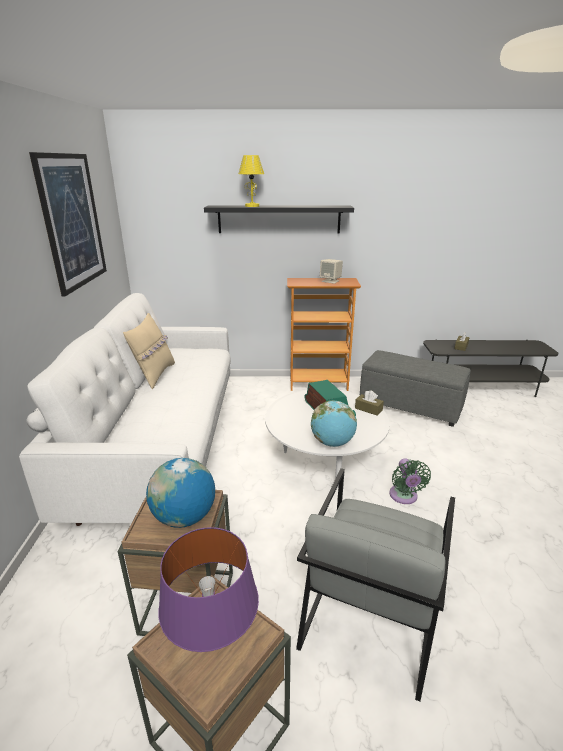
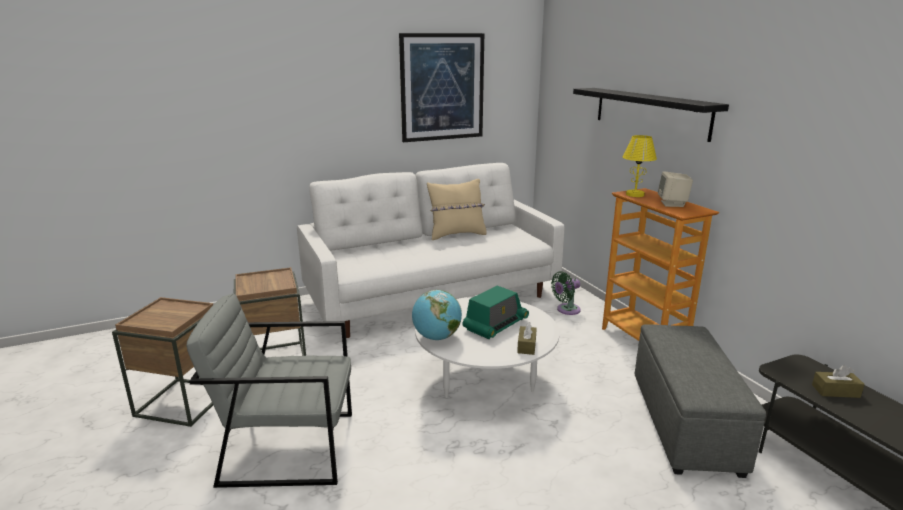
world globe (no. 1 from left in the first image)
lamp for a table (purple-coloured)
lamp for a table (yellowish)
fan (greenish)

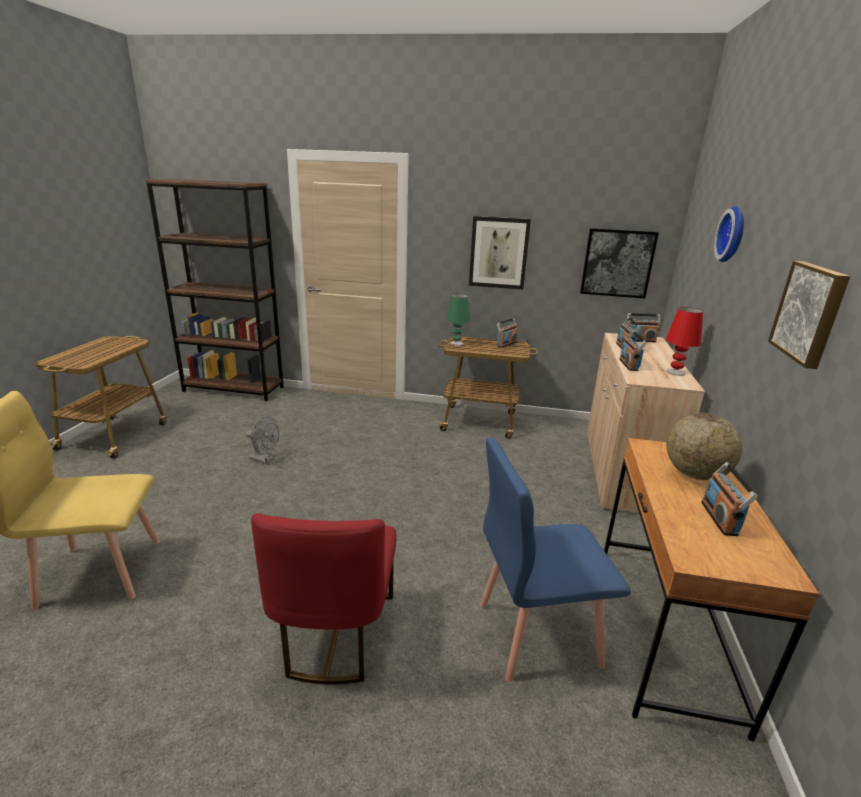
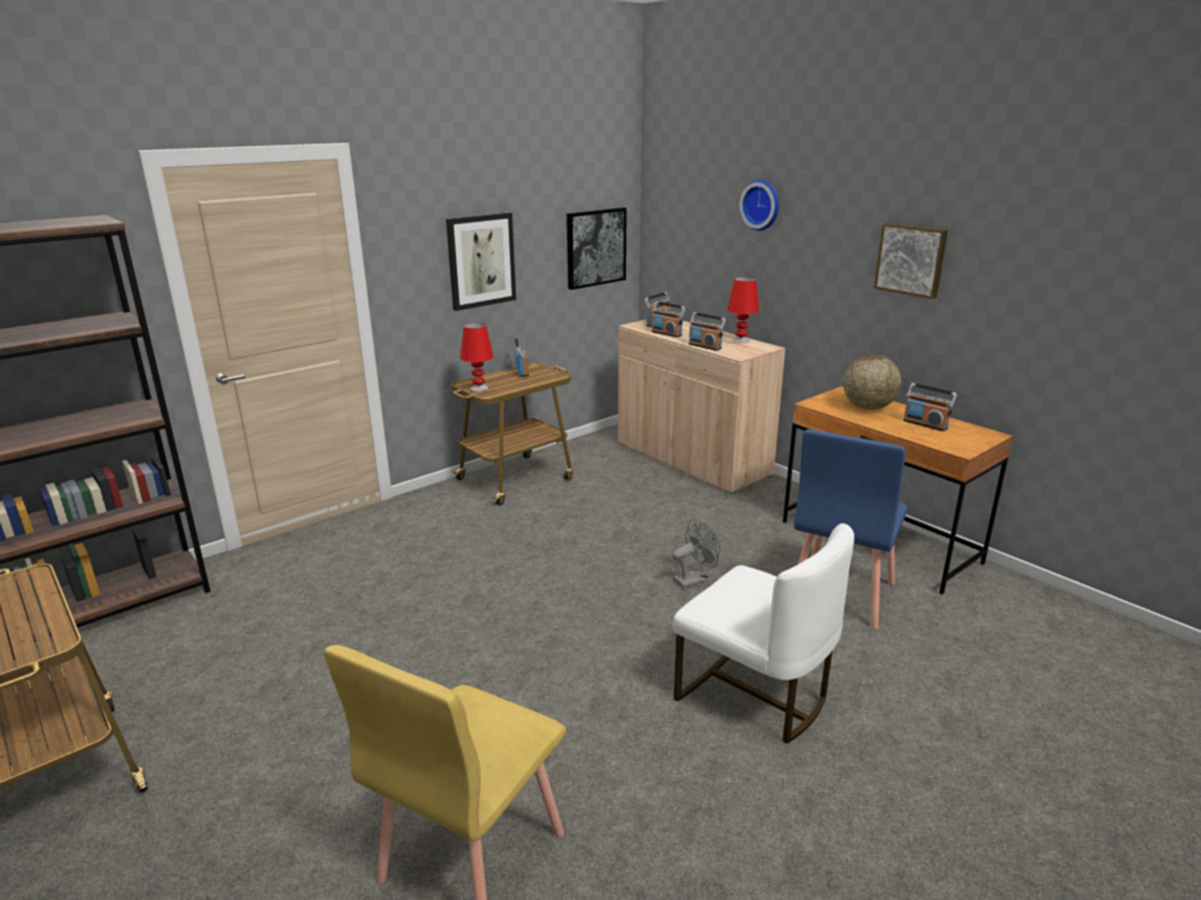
fan (gray)
upright chair (white-coloured)
lamp for a table (red-coloured) (no. 1 from left)

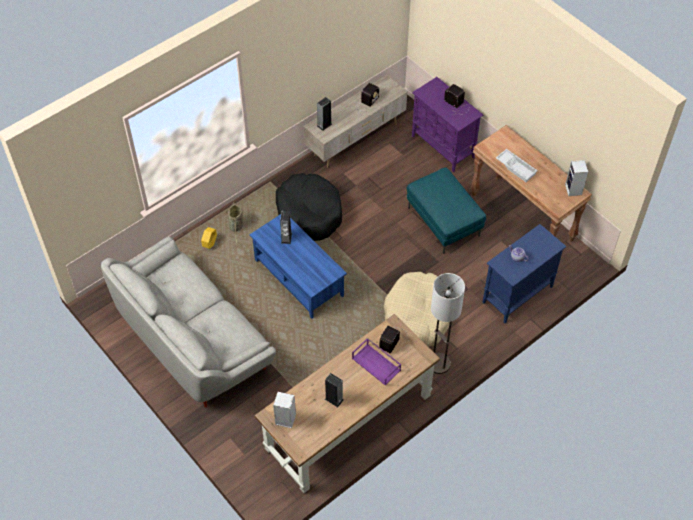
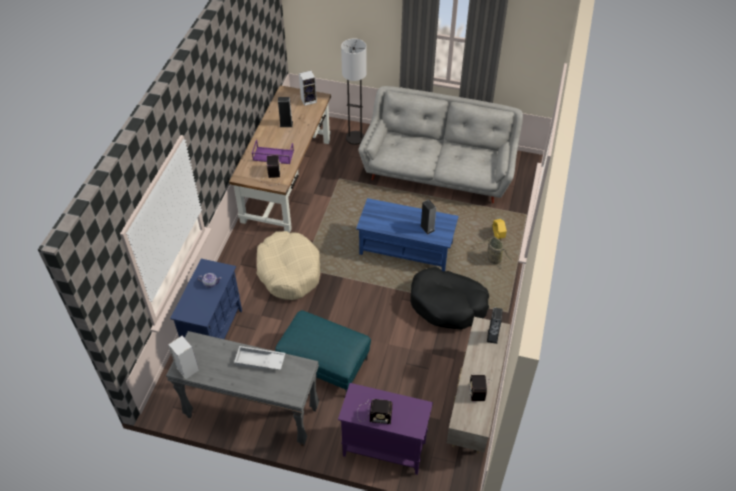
standard lamp
console table (gray)

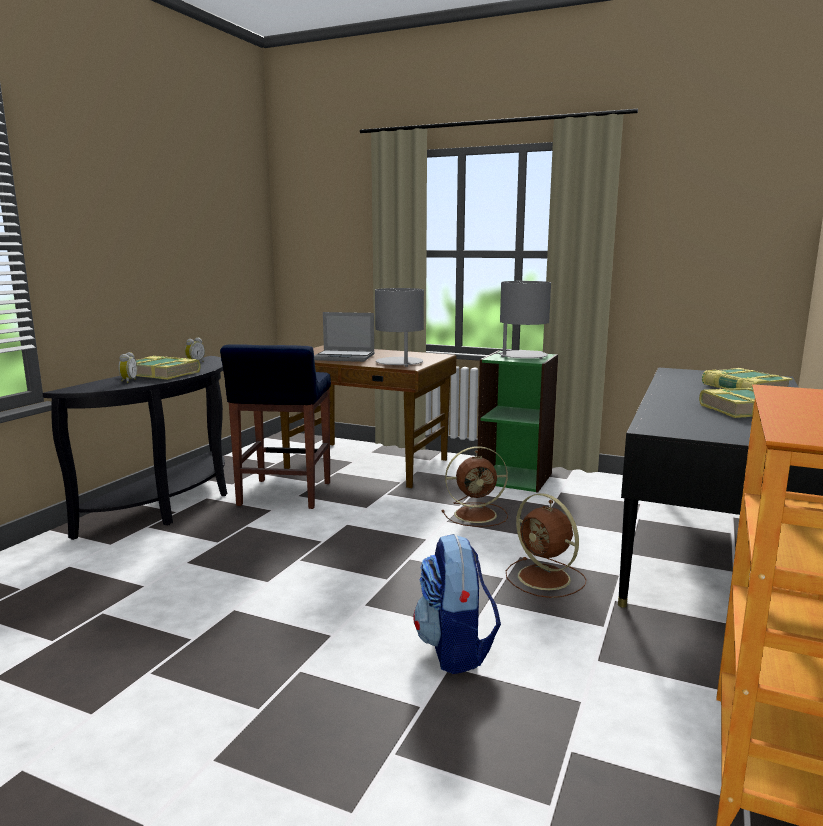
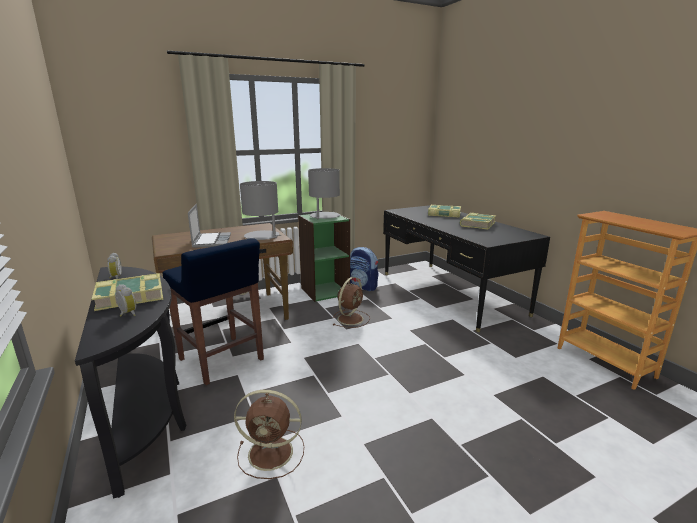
knapsack
fan (brown) (no. 1 from left)
notebook computer

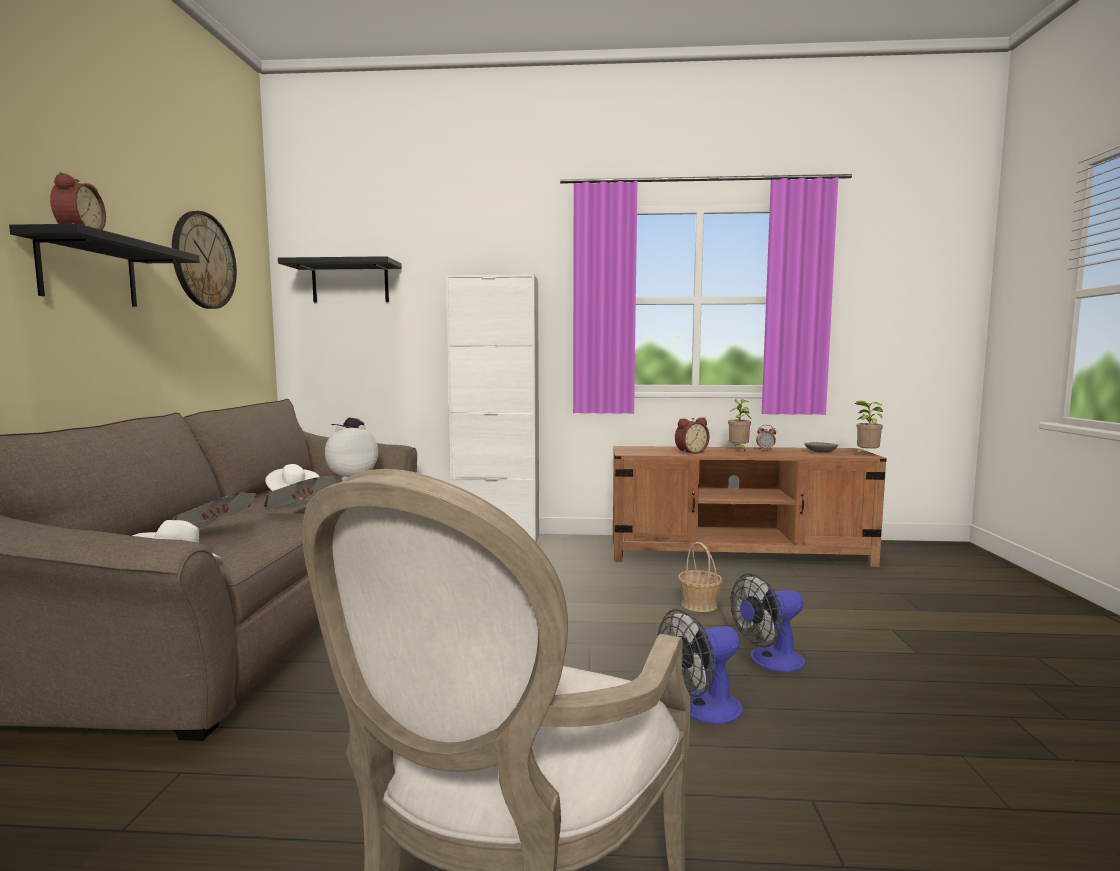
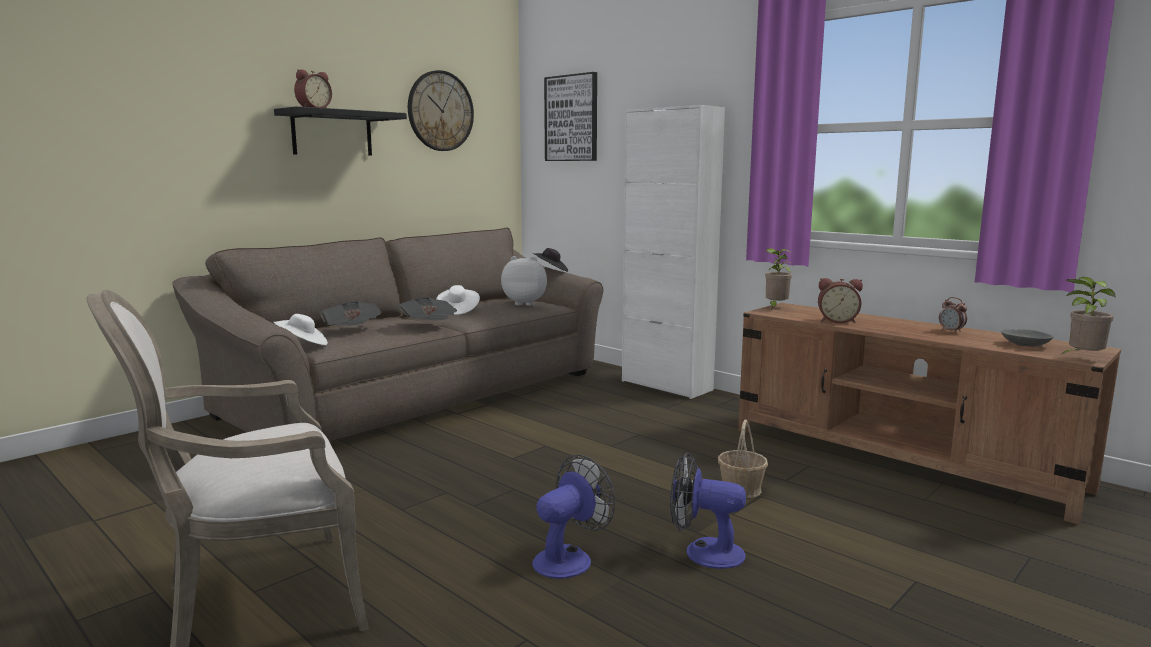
potted plant (no. 1 from left)
picture
fan (no. 1 from left)

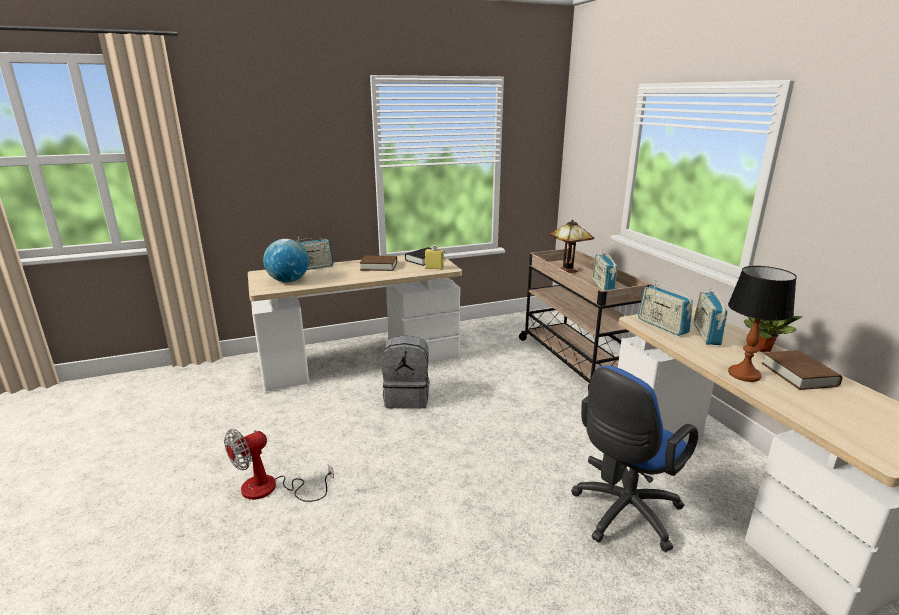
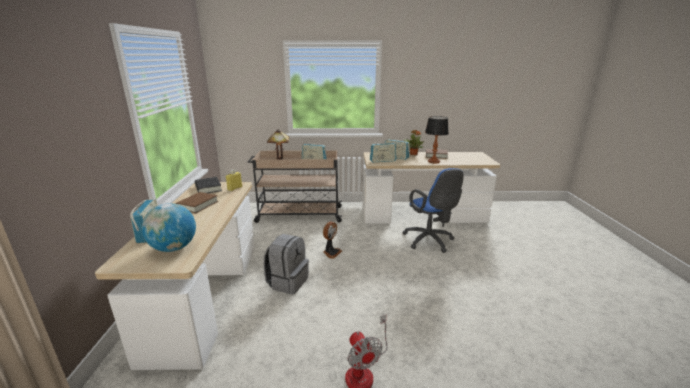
fan (no. 1 from left)

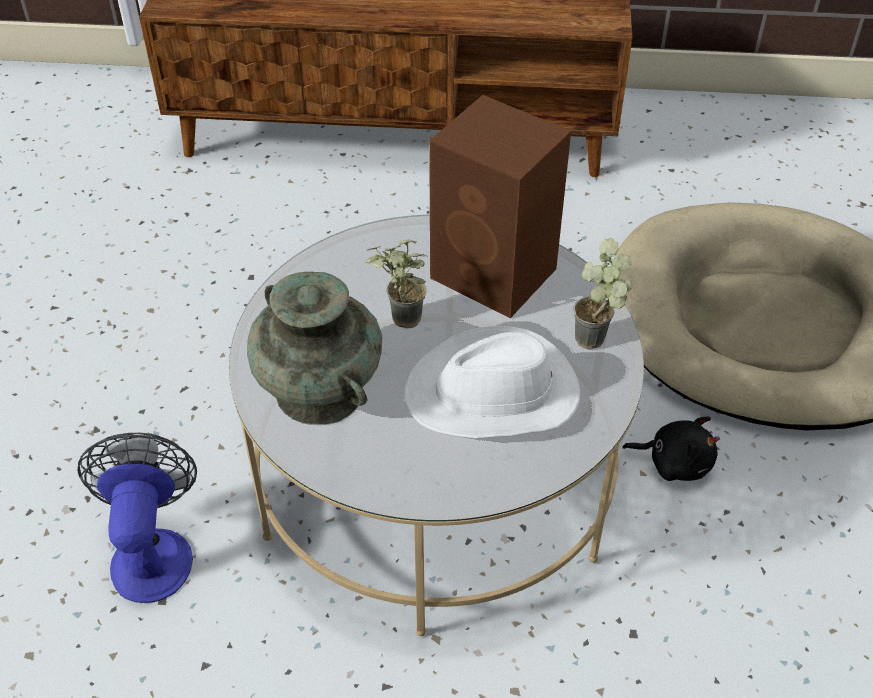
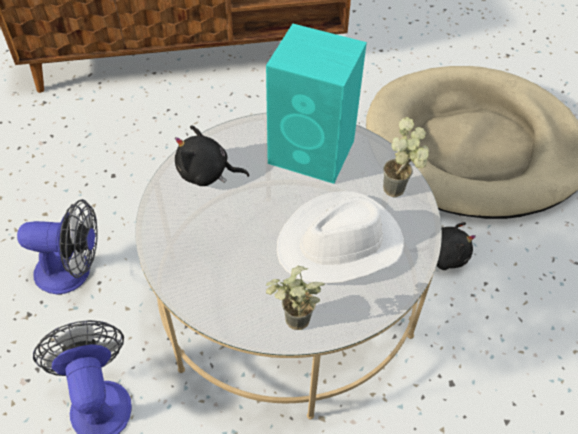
decorative vase (turquoise-coloured)
fan (no. 1 from left)
soft toy (black) (no. 1 from left)
potted plant (no. 1 from left)
audio speaker (turquoise-coloured)

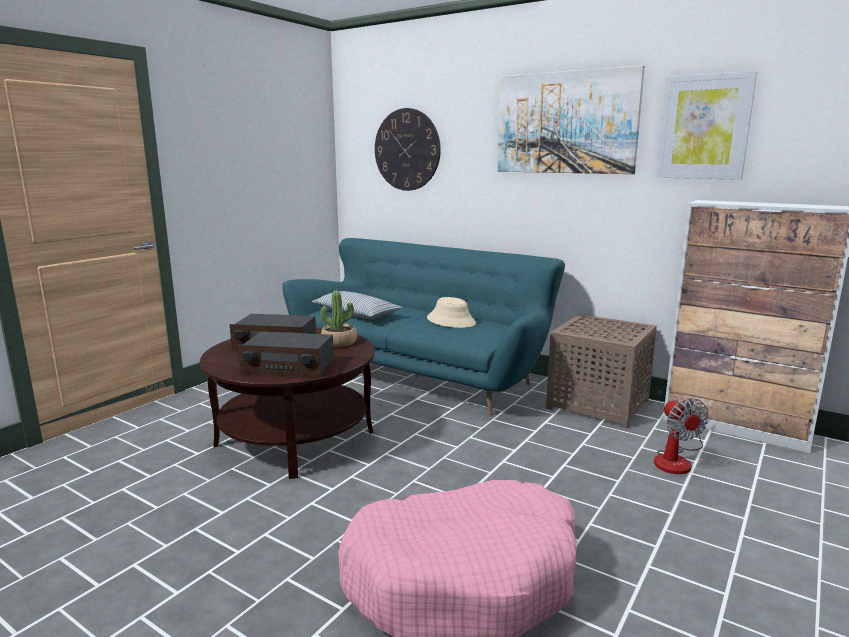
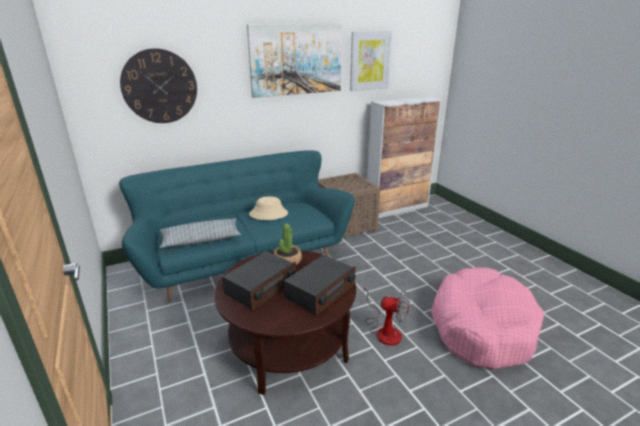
fan

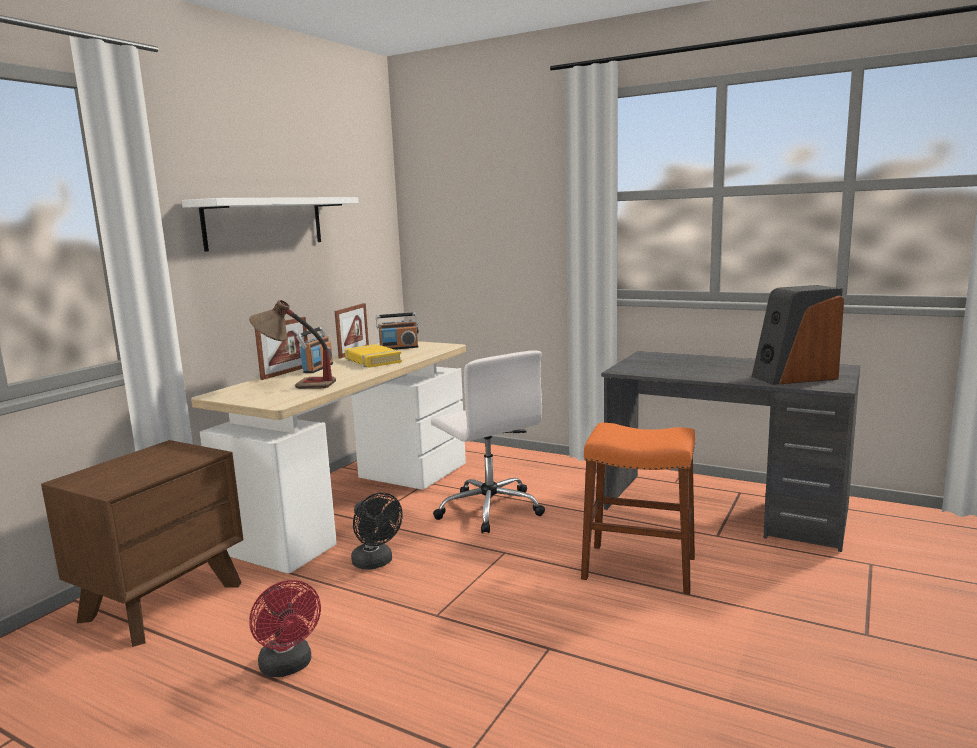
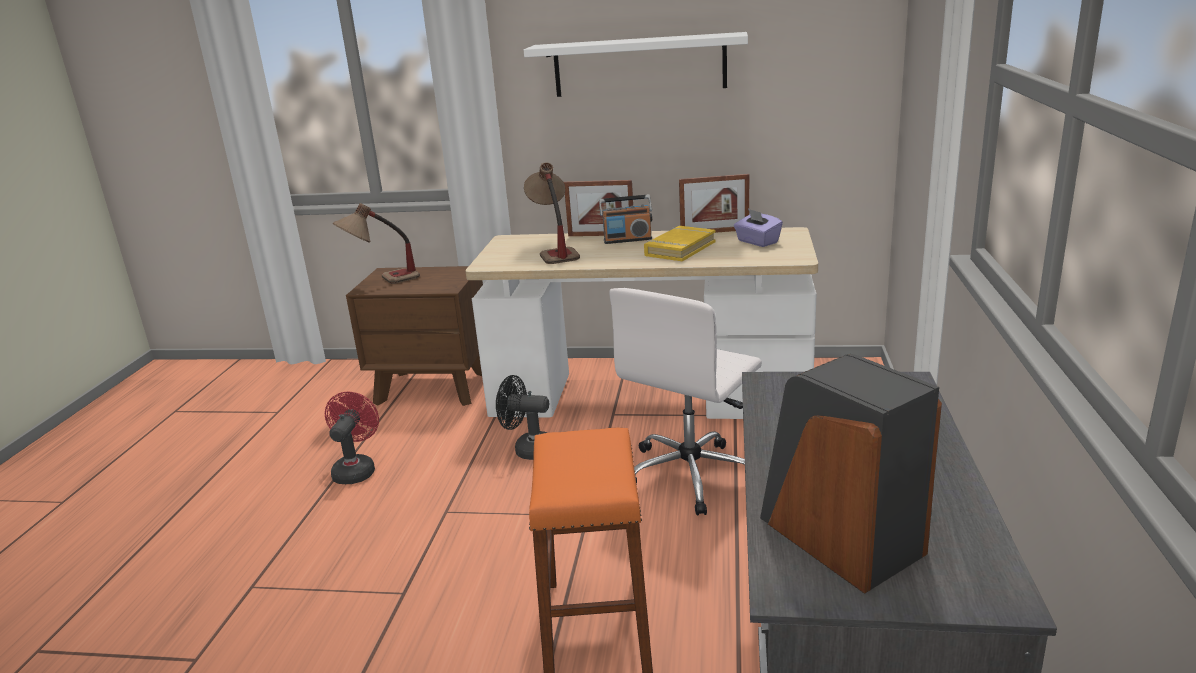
lamp for a table (no. 1 from left)
tissue holder (purple-coloured)
fan (red-coloured)
fan (black)

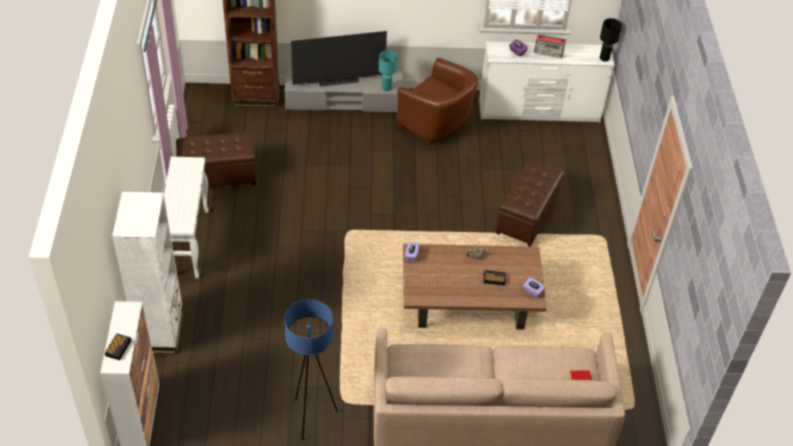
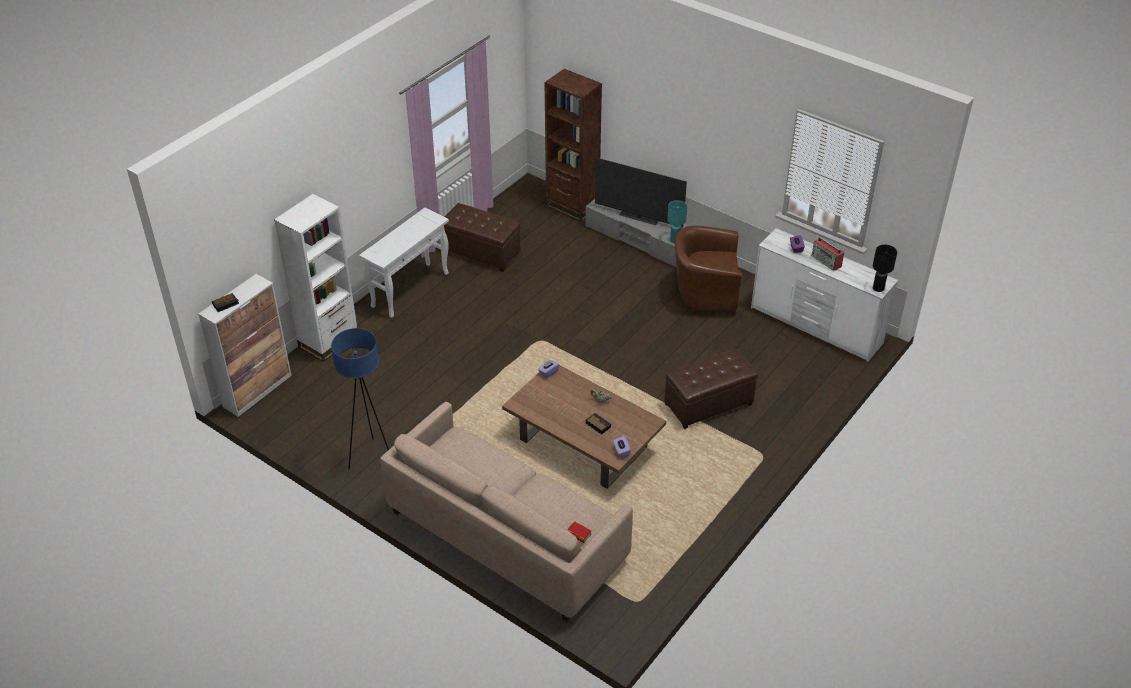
armchair (brown)

